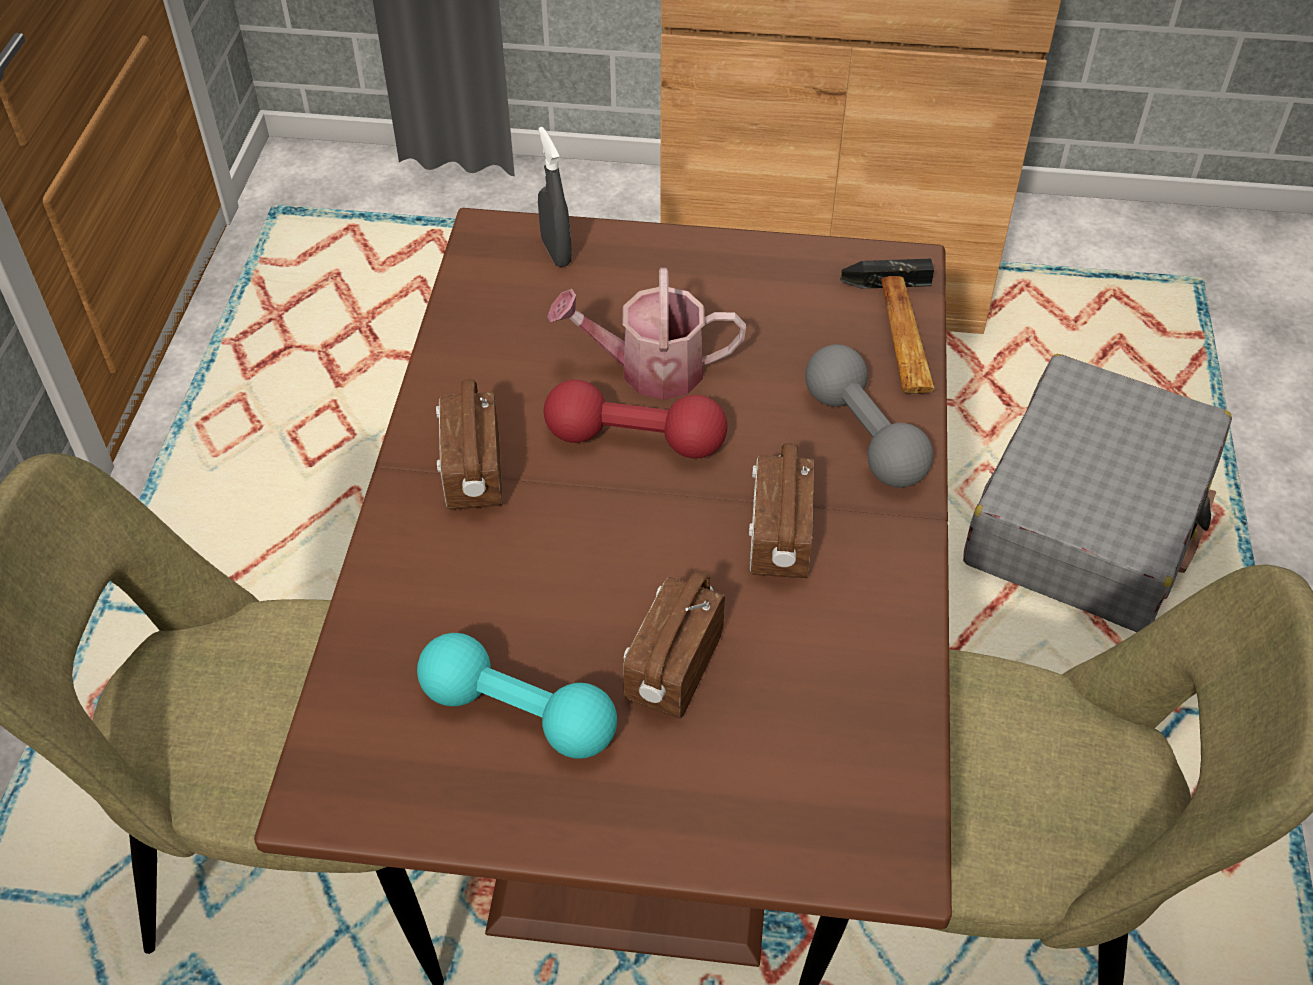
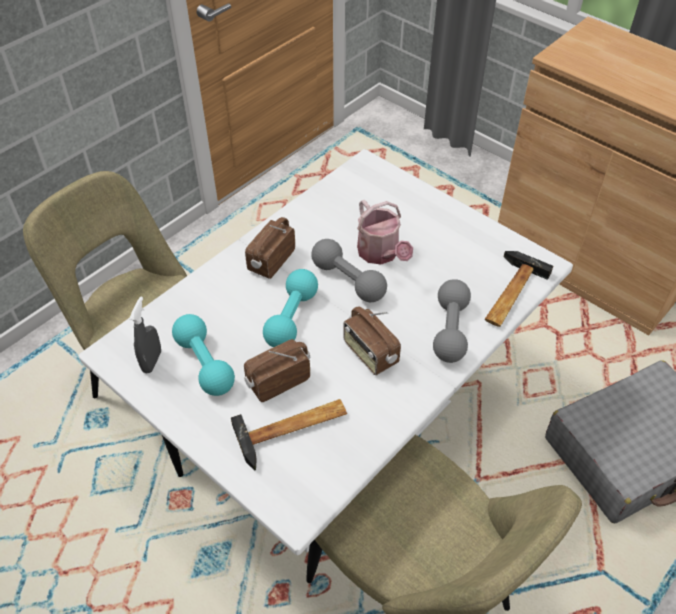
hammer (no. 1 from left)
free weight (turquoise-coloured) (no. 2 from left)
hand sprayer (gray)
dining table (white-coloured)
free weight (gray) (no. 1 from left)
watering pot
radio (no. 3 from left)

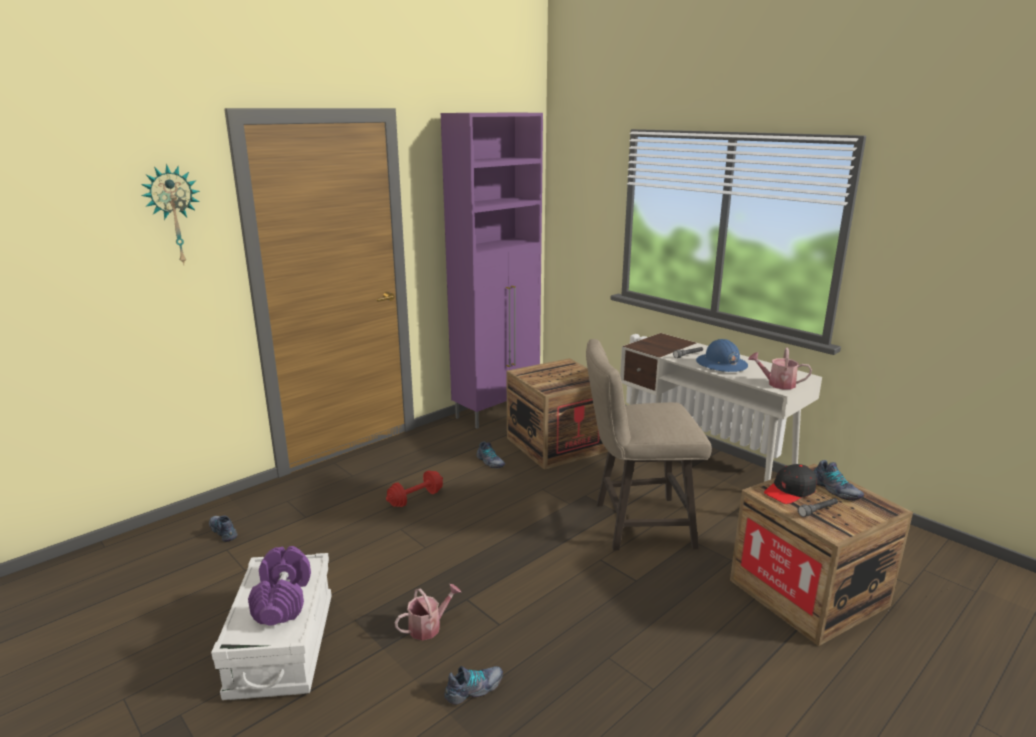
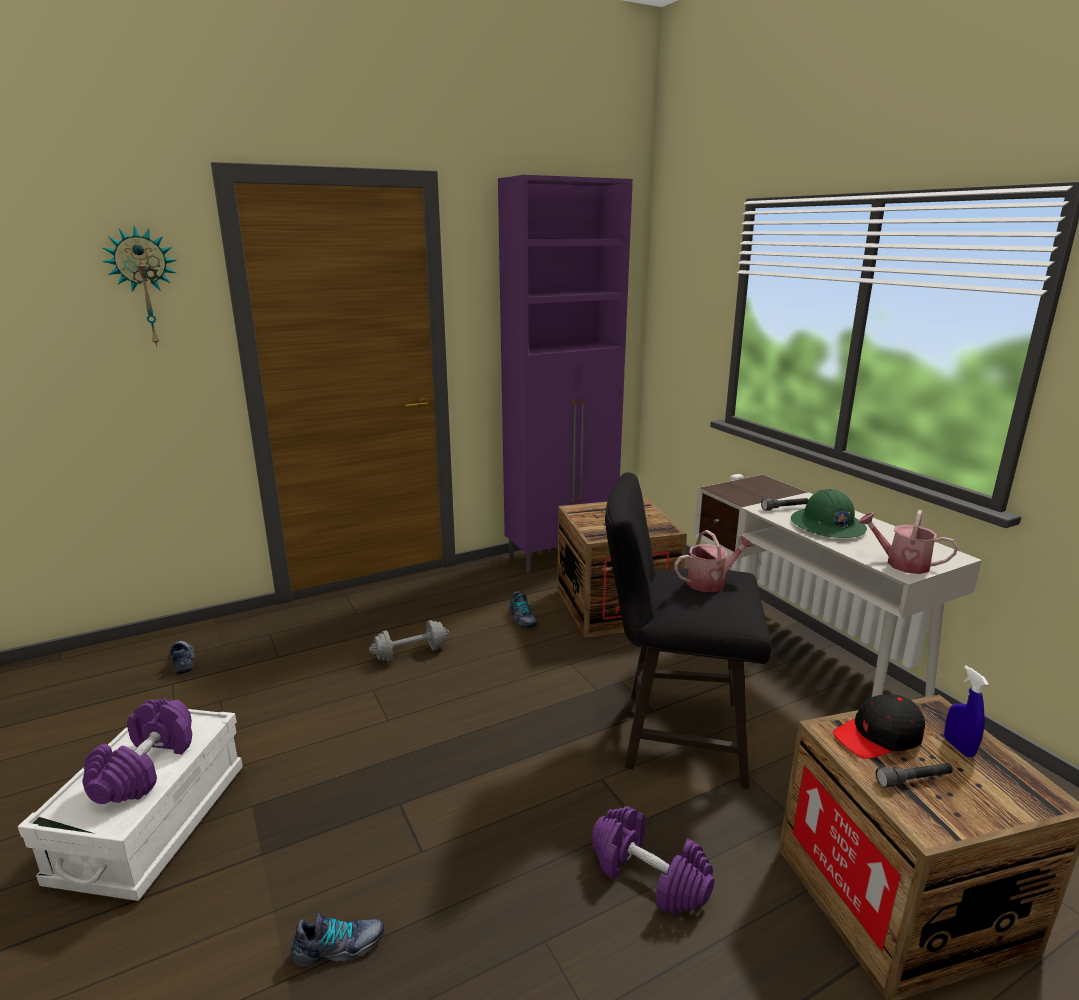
free weight (purple-coloured) (no. 2 from left)
watering pot (no. 1 from left)
hand sprayer (blue-coloured)
free weight (gray)
stool seat (black)
safety helmet (greenish)

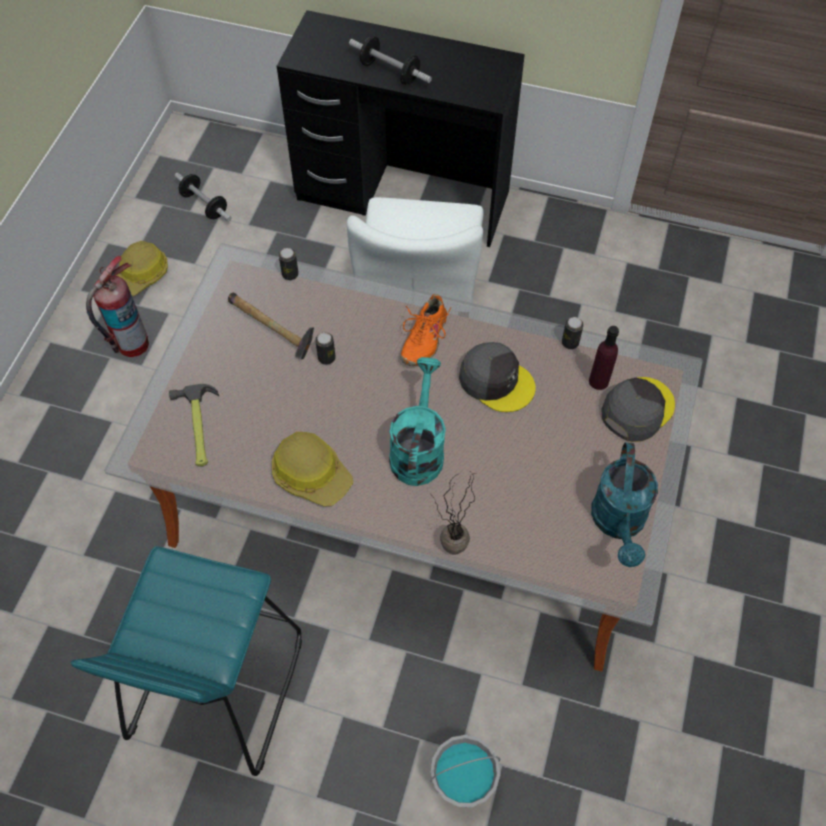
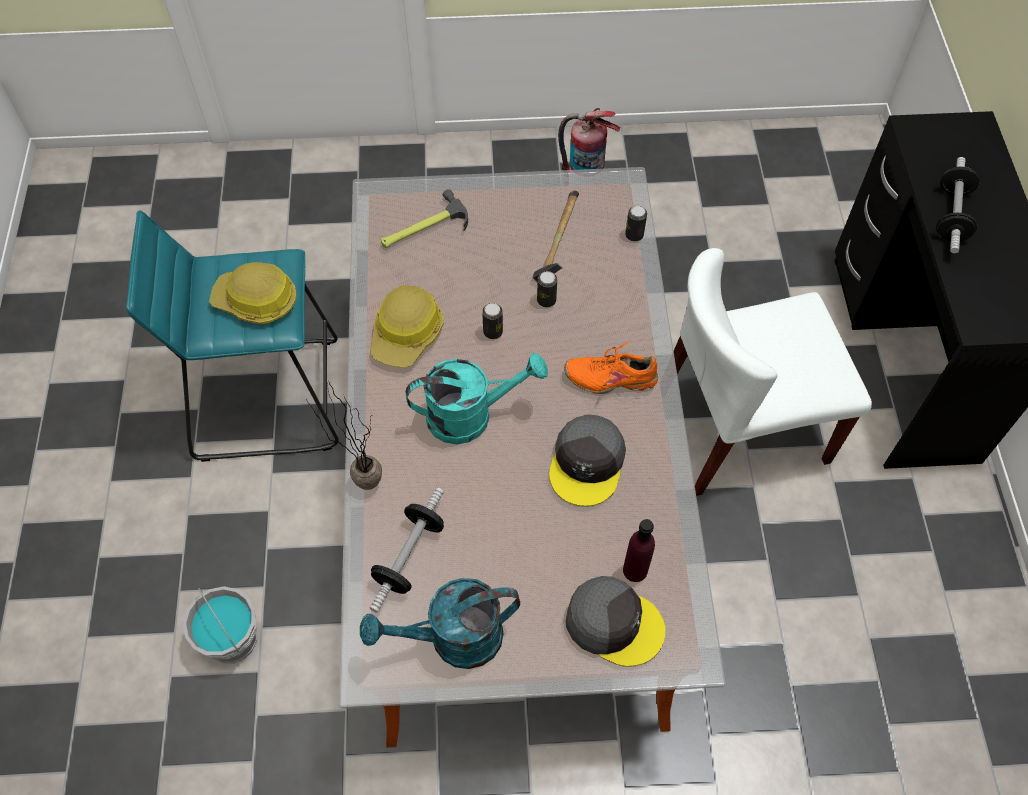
safety helmet (no. 1 from left)
free weight (no. 1 from left)
sealed can (no. 1 from left)

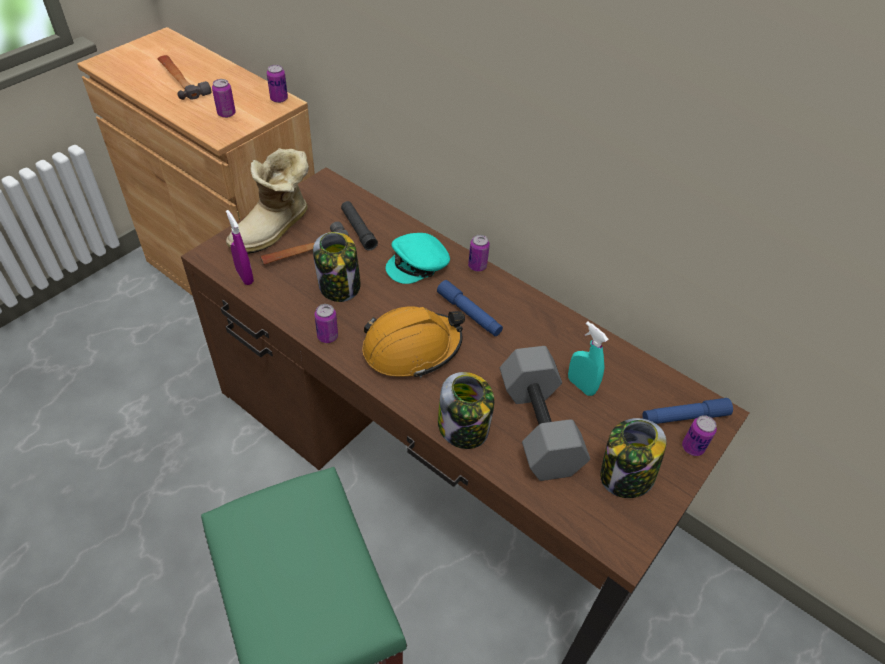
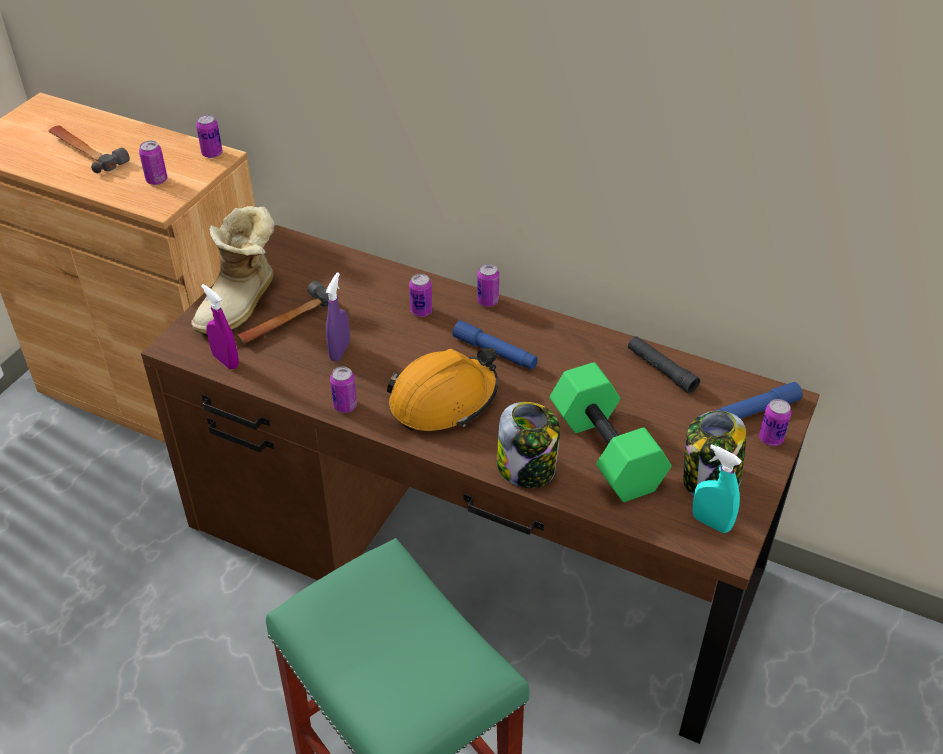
flashlight (black)
hand sprayer (turquoise-coloured)
hand sprayer (purple-coloured) (no. 2 from left)
sealed can (no. 4 from left)
free weight (greenish)

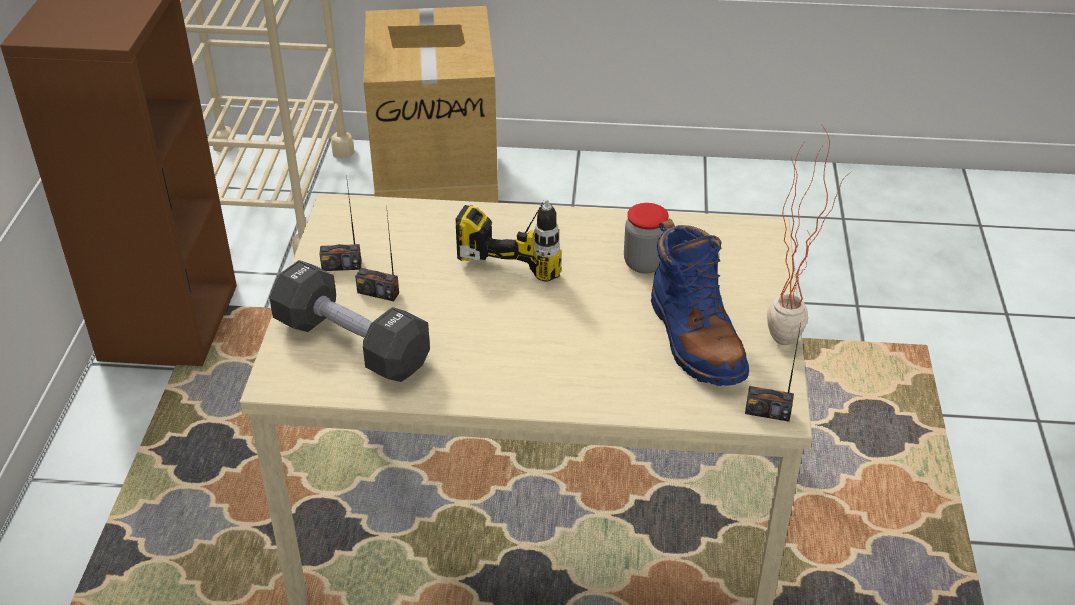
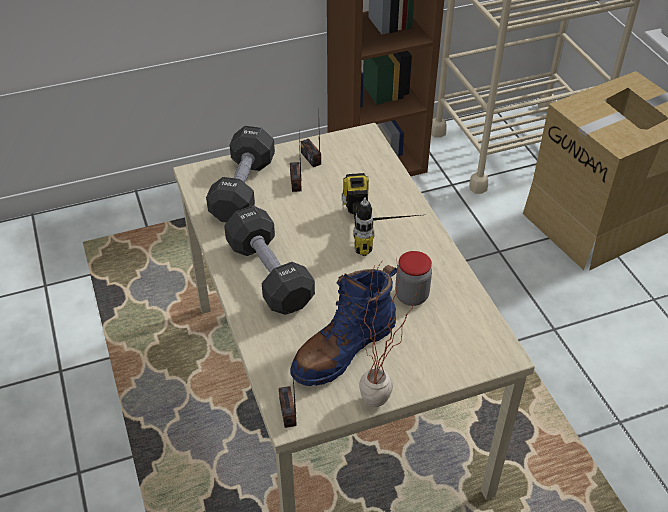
free weight (black) (no. 2 from left)

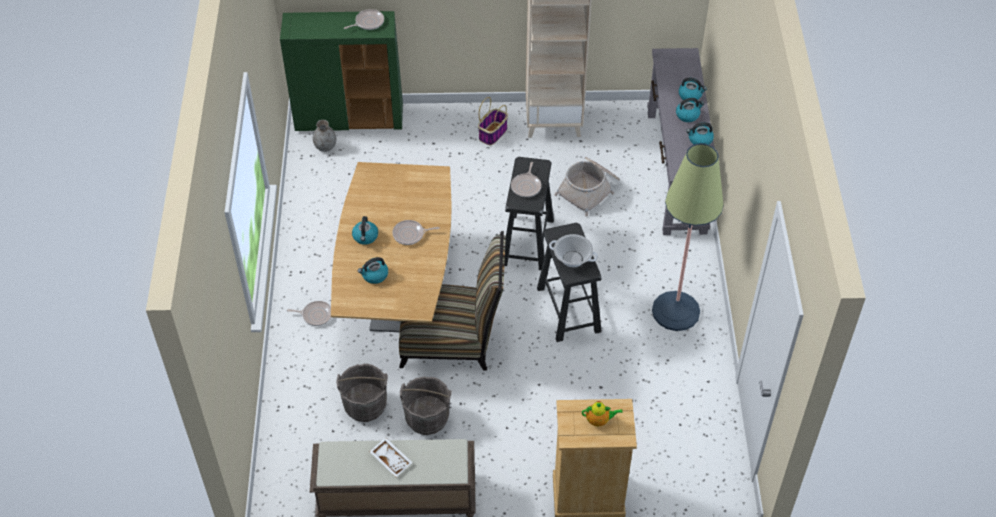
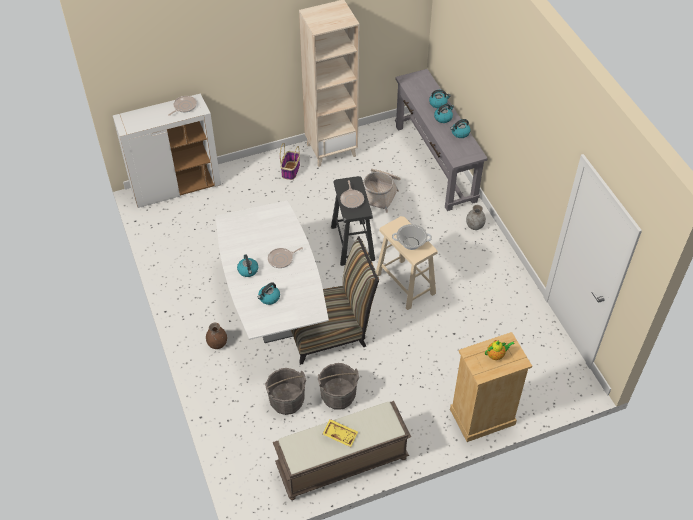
standard lamp
decorative vase (gray)
decorative vase (brown)
cabinet (white-coloured)
dining table (white-coloured)
carrying tray (yellowish)
stool seat (beige)

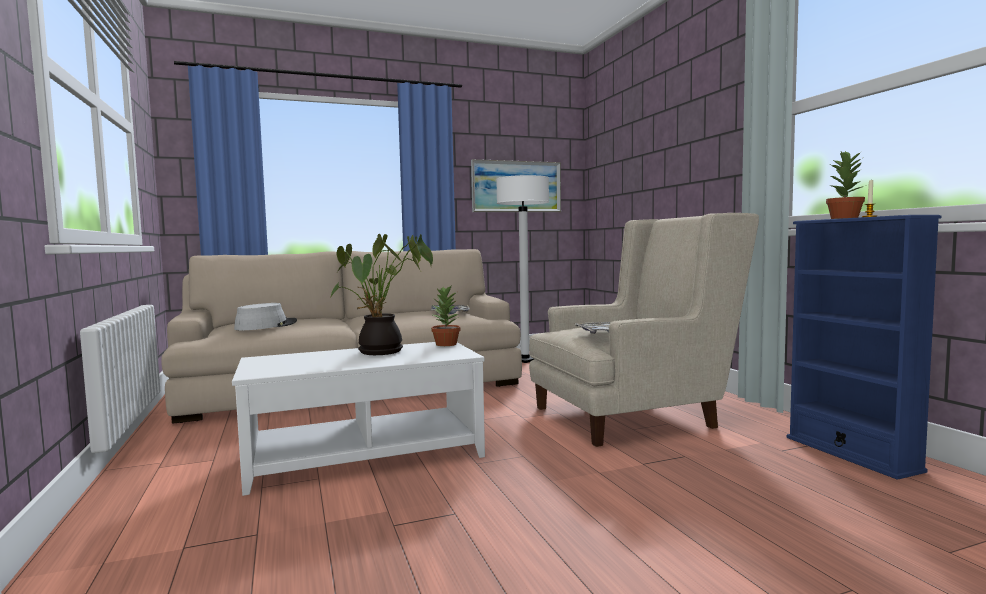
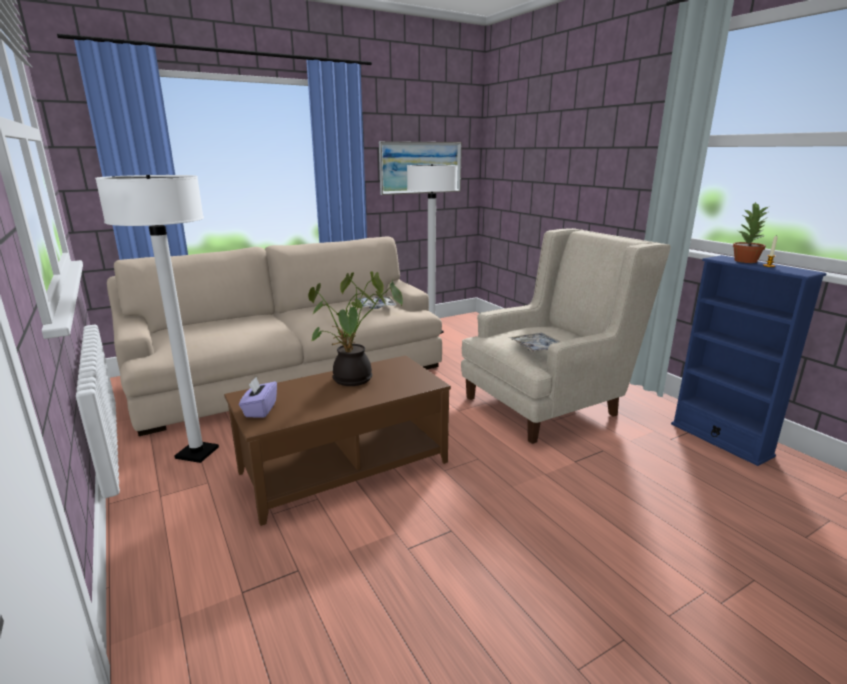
hat (gray)
potted plant (no. 2 from left in the first image)
standard lamp (white-coloured) (no. 1 from left)
tissue holder (purple-coloured)
low table (brown)

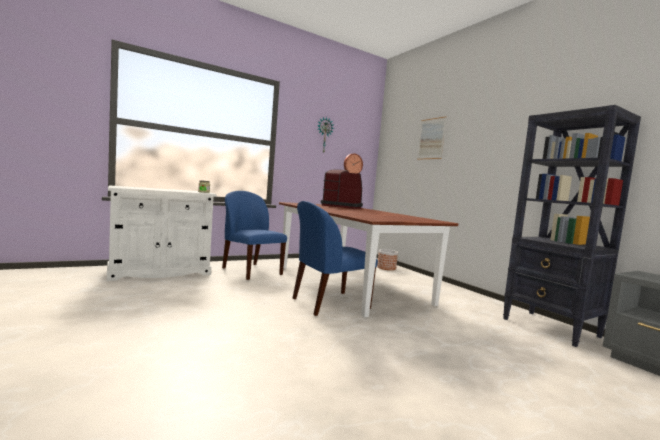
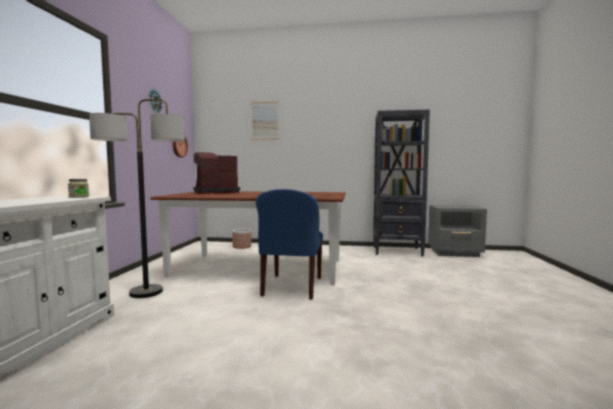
standard lamp

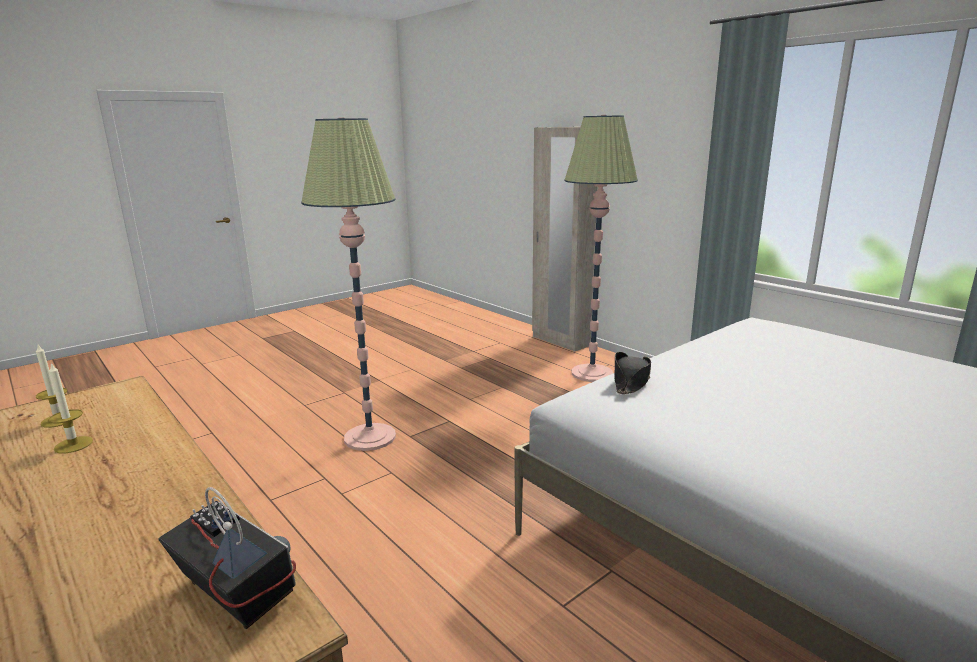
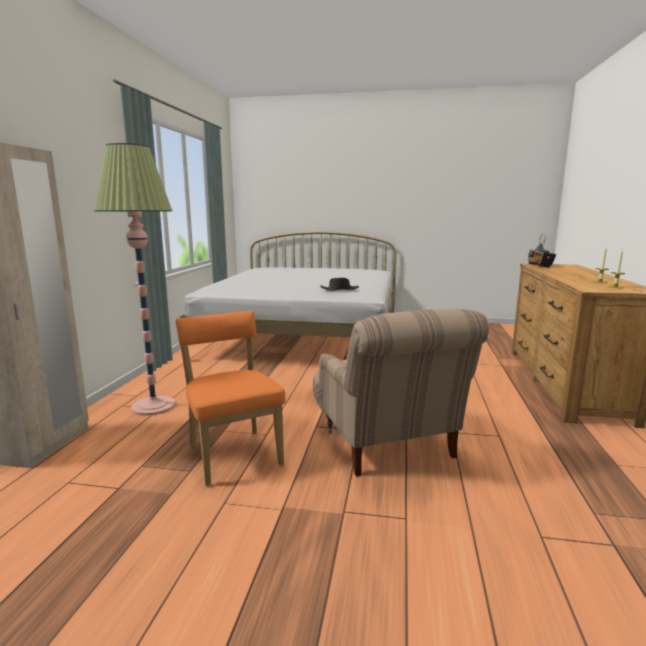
upright chair (orangey)
armchair (beige)

